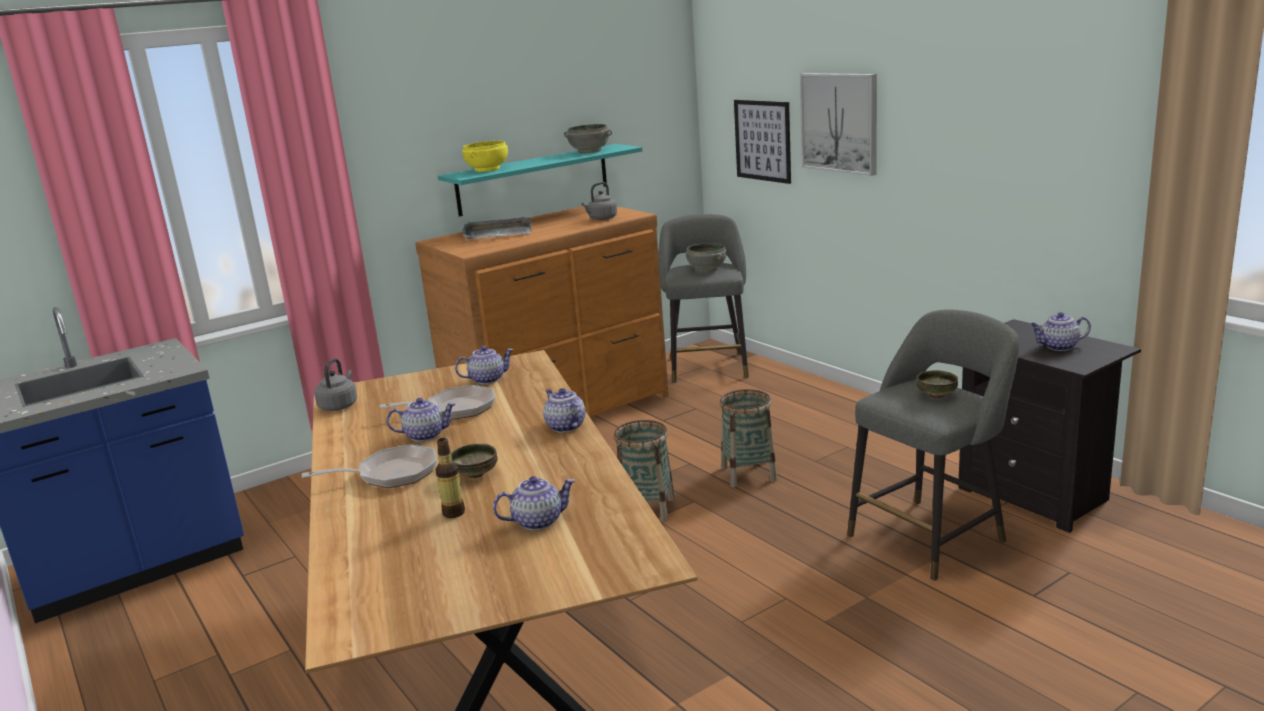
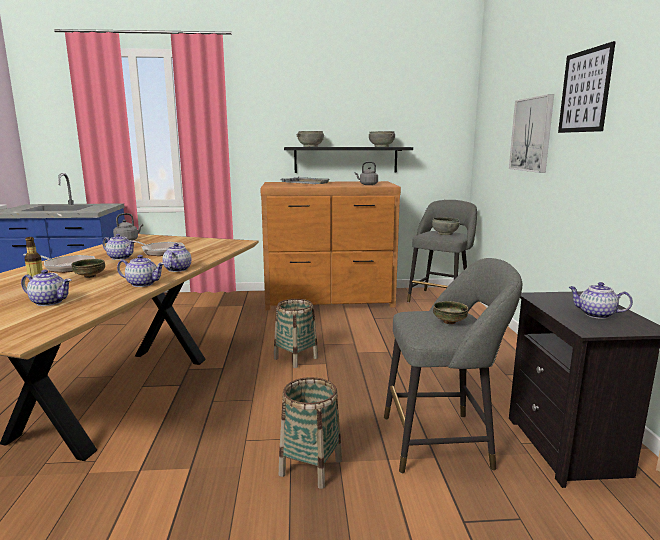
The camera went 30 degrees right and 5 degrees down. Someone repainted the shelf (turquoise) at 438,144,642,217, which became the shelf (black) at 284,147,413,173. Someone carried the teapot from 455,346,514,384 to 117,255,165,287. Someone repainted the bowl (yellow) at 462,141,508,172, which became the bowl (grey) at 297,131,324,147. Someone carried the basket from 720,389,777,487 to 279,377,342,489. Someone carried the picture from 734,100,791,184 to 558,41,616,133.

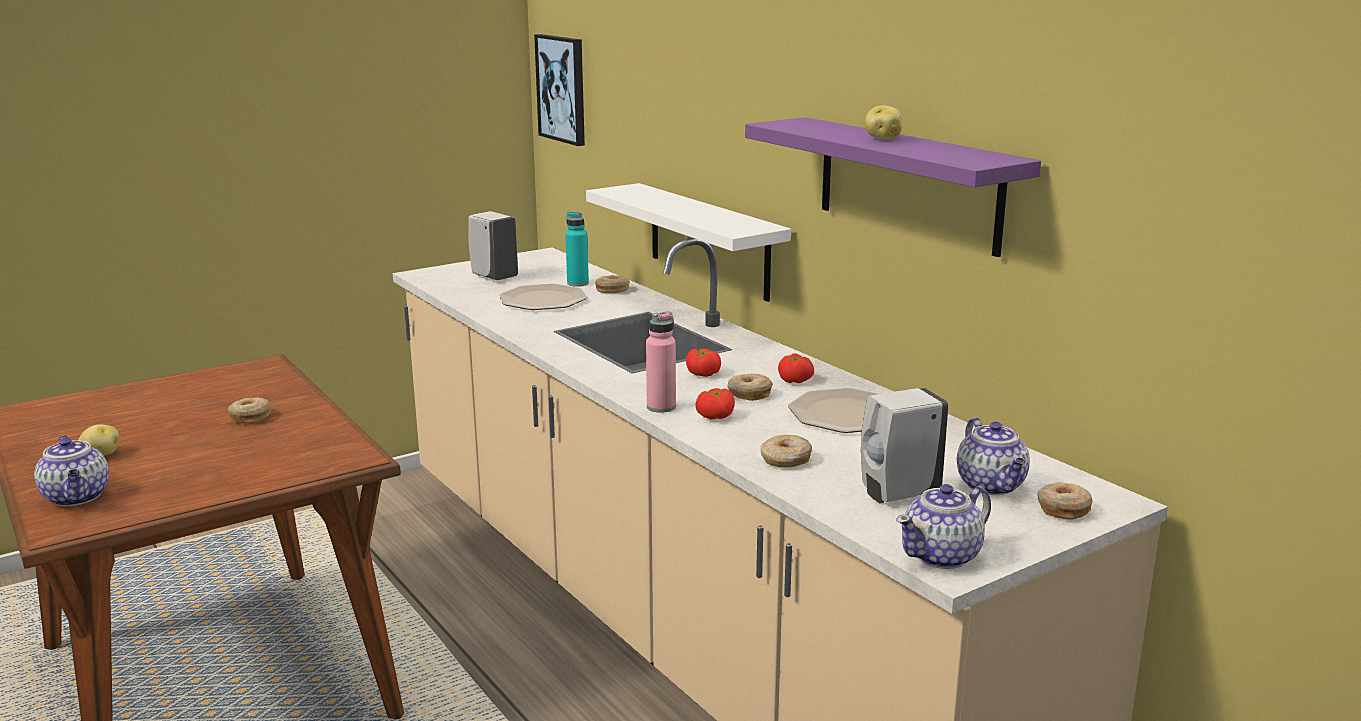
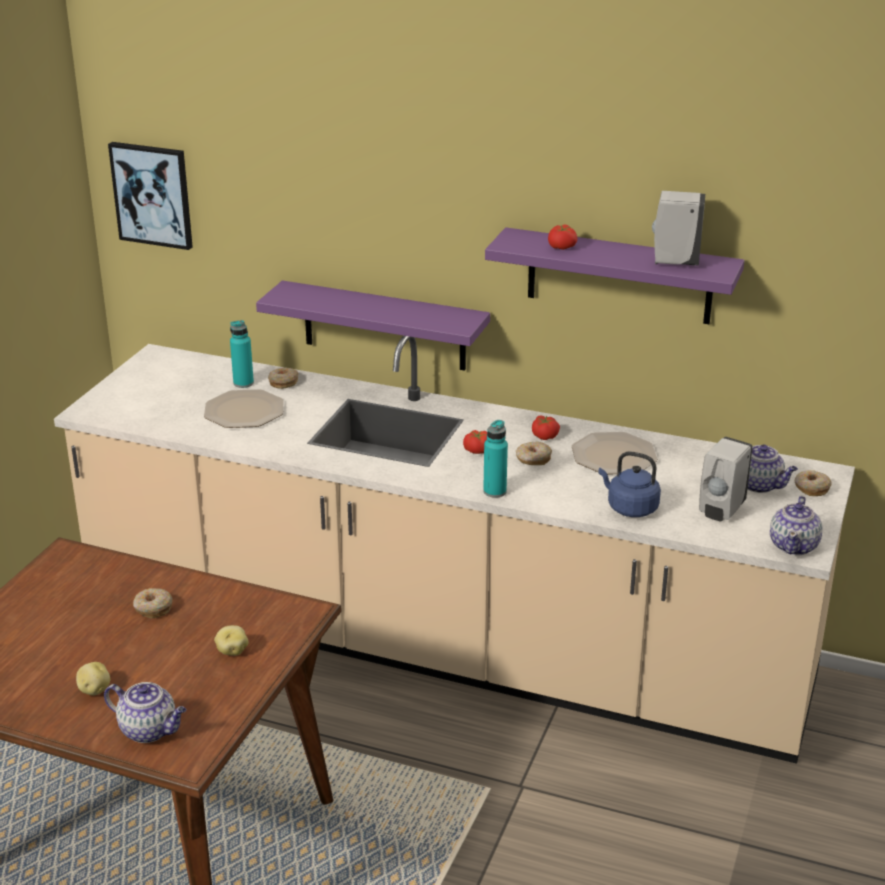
The camera went 35 degrees left and 10 degrees up. Someone carried the soap dispenser (white) from 468,211,518,280 to 652,191,705,266. Someone repainted the shelf (white) at 586,183,791,302, which became the shelf (purple) at 256,280,490,371. Someone repainted the bottle (pink) at 646,312,676,413, which became the bottle (turquoise) at 483,420,508,498. Someone carried the tomato from 696,388,735,419 to 548,224,577,250. Someone swapped the donut at 761,435,812,467 for the kettle (blue) at 599,451,661,517. Someone carried the potato from 865,106,903,140 to 214,625,249,656.

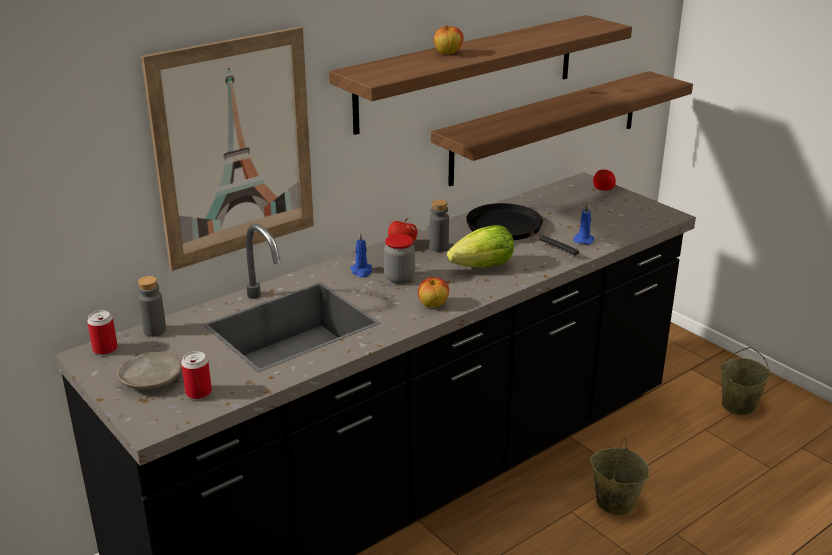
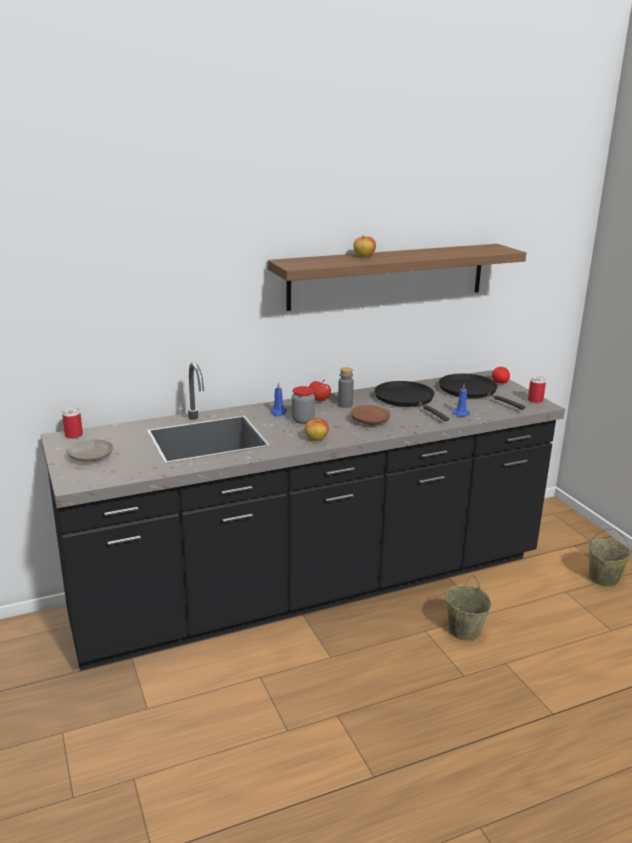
The camera went 15 degrees right and 5 degrees down. Someone took away the bottle (grey) at 138,276,166,337. Someone took away the picture at 141,27,314,271. Someone carried the can from 181,351,212,399 to 528,376,546,403. Someone took away the shelf at 431,71,693,186. Someone swapped the lettuce at 447,225,514,267 for the plate (brown) at 351,405,391,425. Someone put down the frying pan (black) at 439,374,525,410.

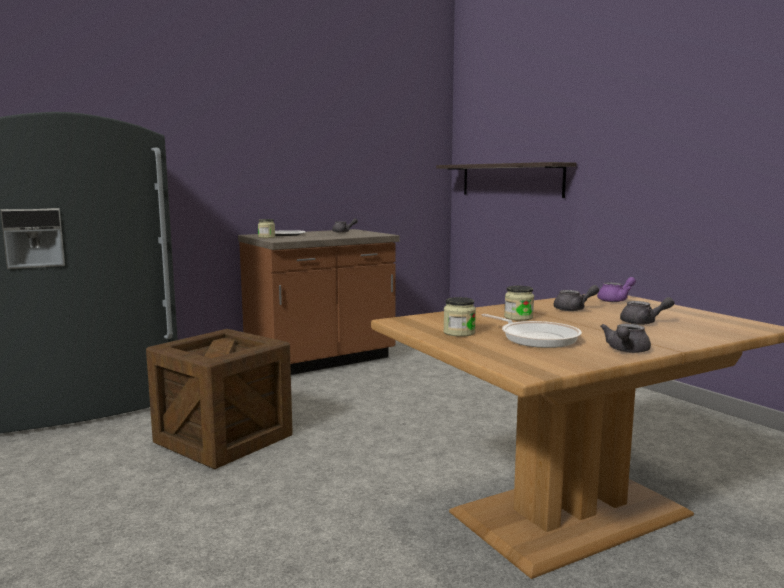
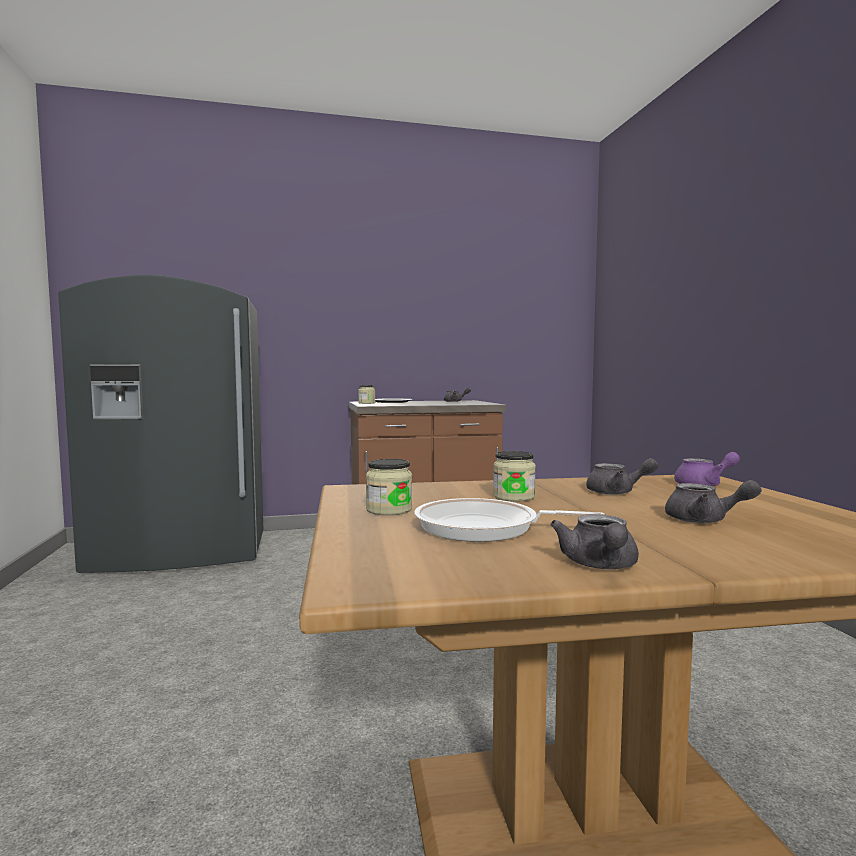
The camera went 20 degrees right and 5 degrees down. Someone took away the crate at 146,329,293,469. Someone took away the shelf at 436,162,577,198. Someone rotated the frying pan at 481,314,582,348 by 120 degrees clockwise. Someone rotated the teapot (grey) at 600,324,651,353 by 45 degrees counterclockwise.

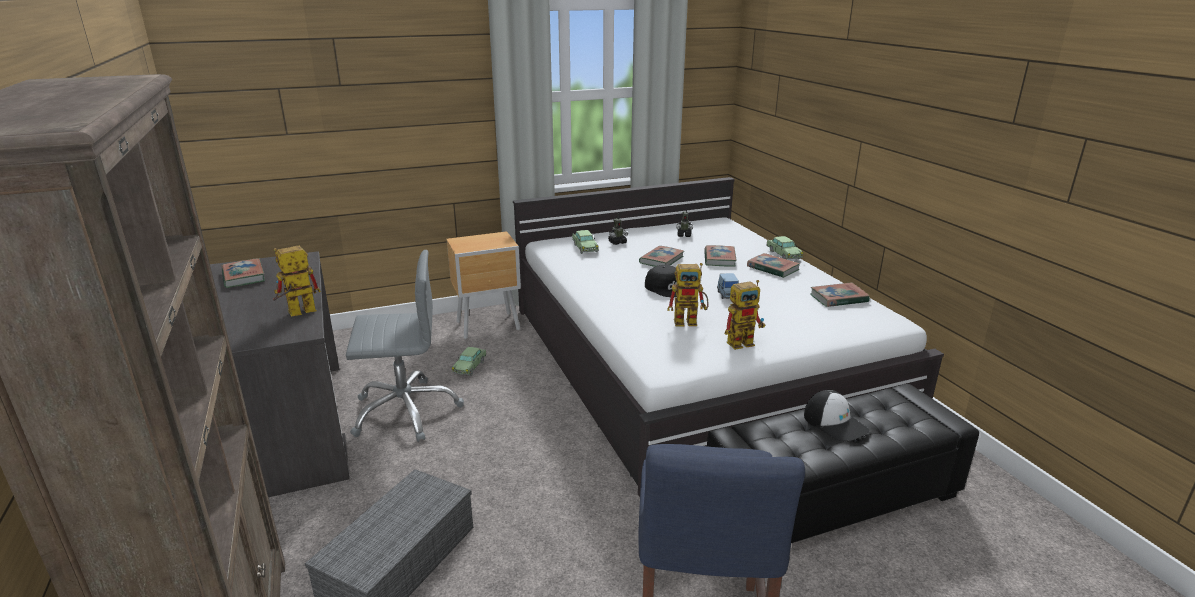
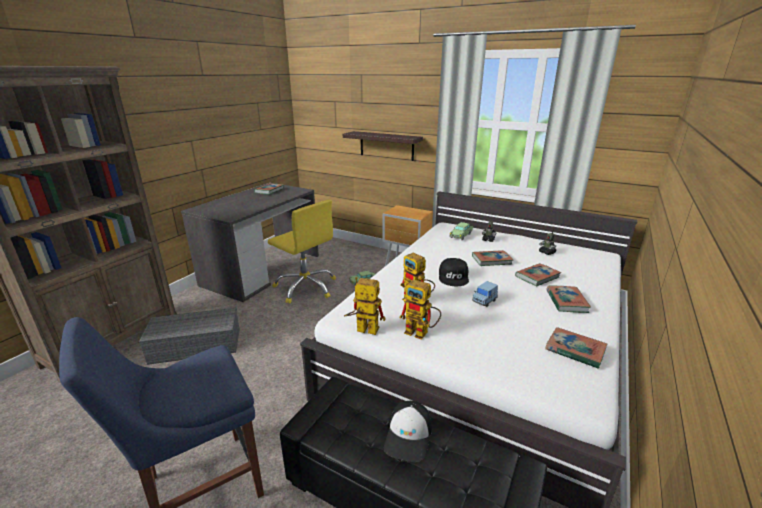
The camera went 50 degrees right and 0 degrees up. Someone carried the toy robot from 273,246,321,317 to 344,277,386,335. Someone repainted the office chair (grey) at 346,250,464,442, which became the office chair (yellow) at 268,199,336,303. Someone took away the toy car at 767,236,803,259. Someone put up the shelf at 343,131,423,161.

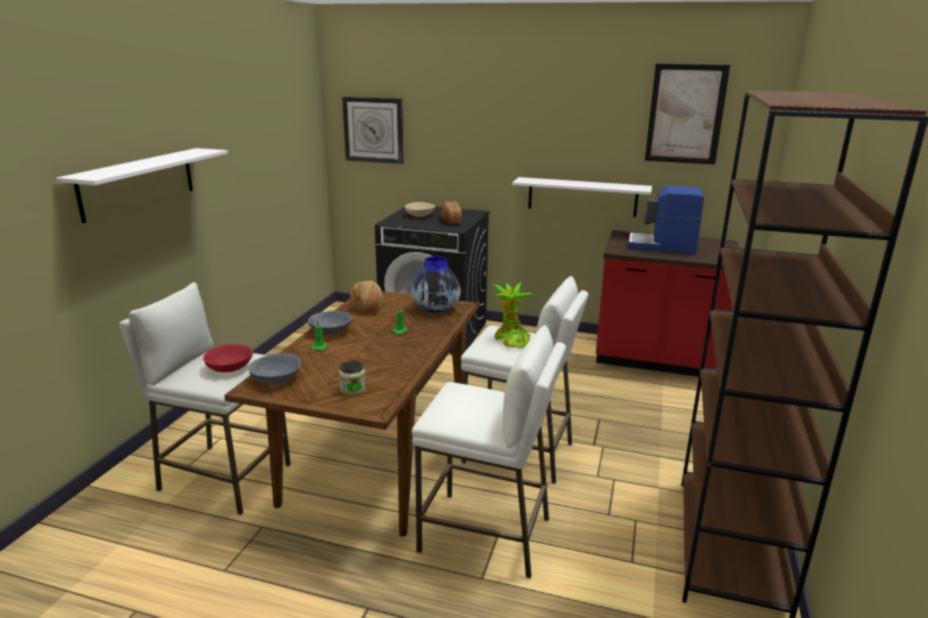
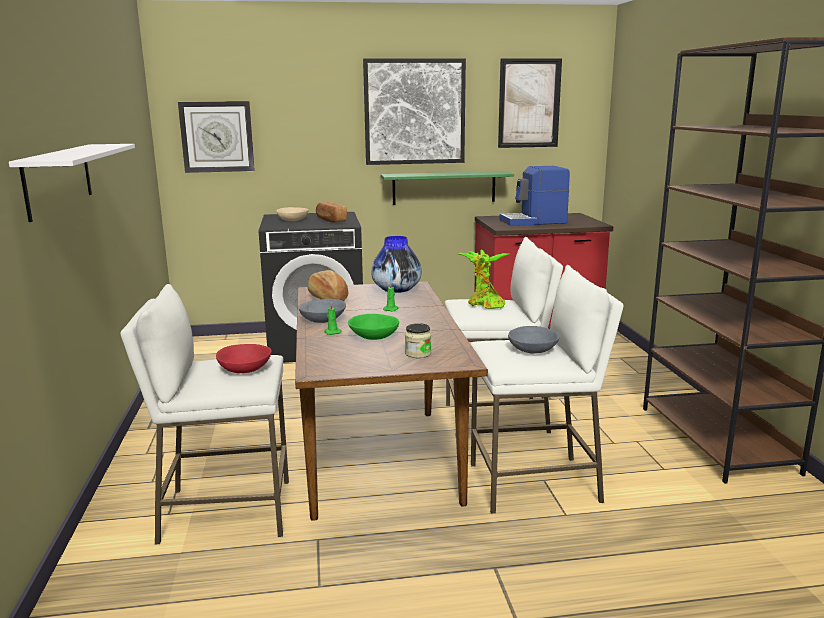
The camera went 25 degrees left and 5 degrees down. Someone carried the bowl (grey) from 248,353,301,385 to 508,326,560,354. Someone repainted the shelf (white) at 512,177,652,217, which became the shelf (green) at 381,171,514,205. Someone put down the bowl (green) at 348,314,399,340. Someone put up the picture at 363,58,466,165.

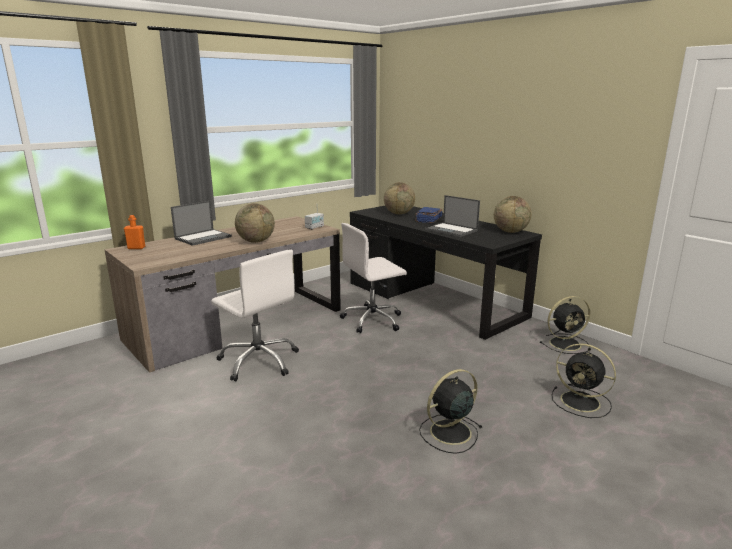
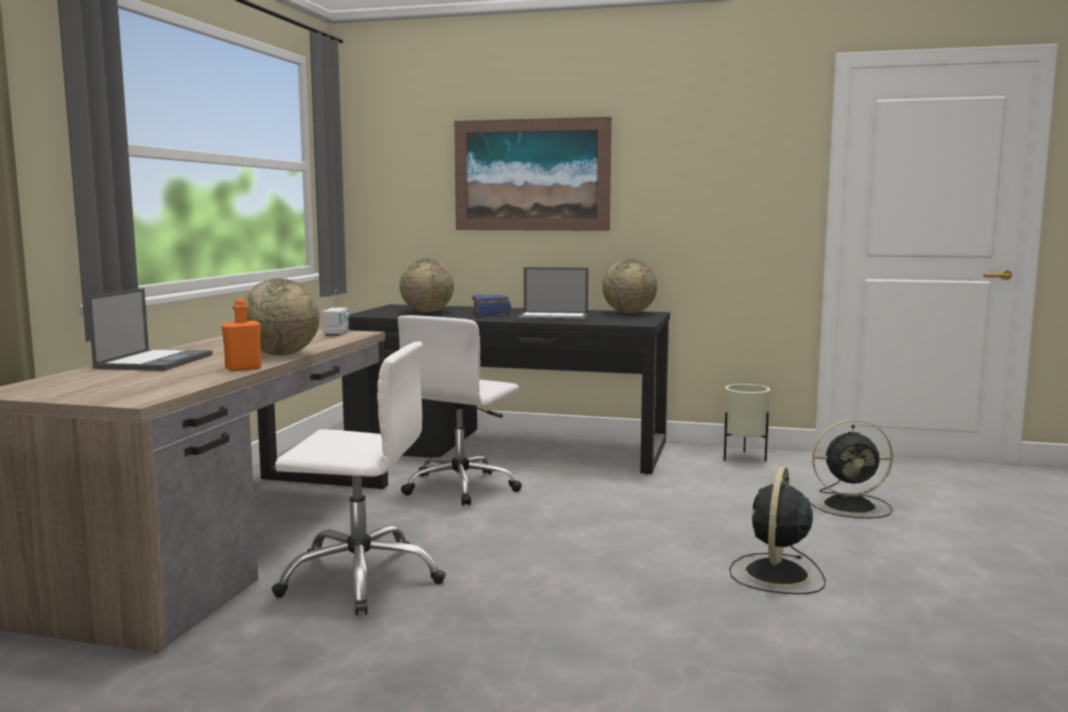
The camera went 35 degrees left and 10 degrees down. Someone carried the bottle (orange) from 124,215,145,249 to 221,299,262,371. Someone swapped the fan (black) at 539,296,590,354 for the planter (beige) at 724,384,770,461. Someone put up the picture at 454,117,611,231.

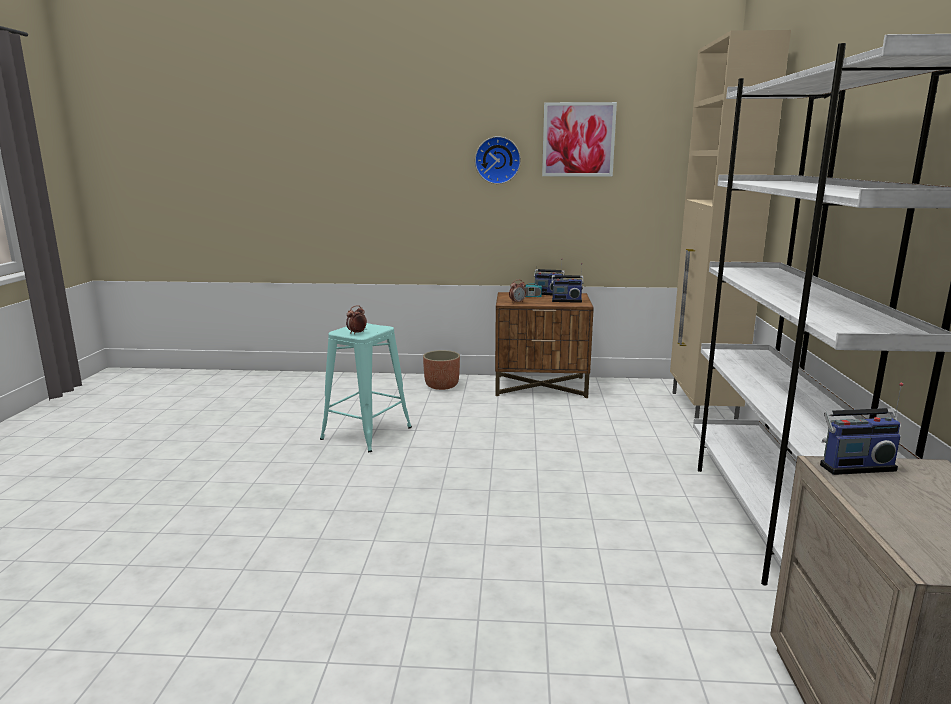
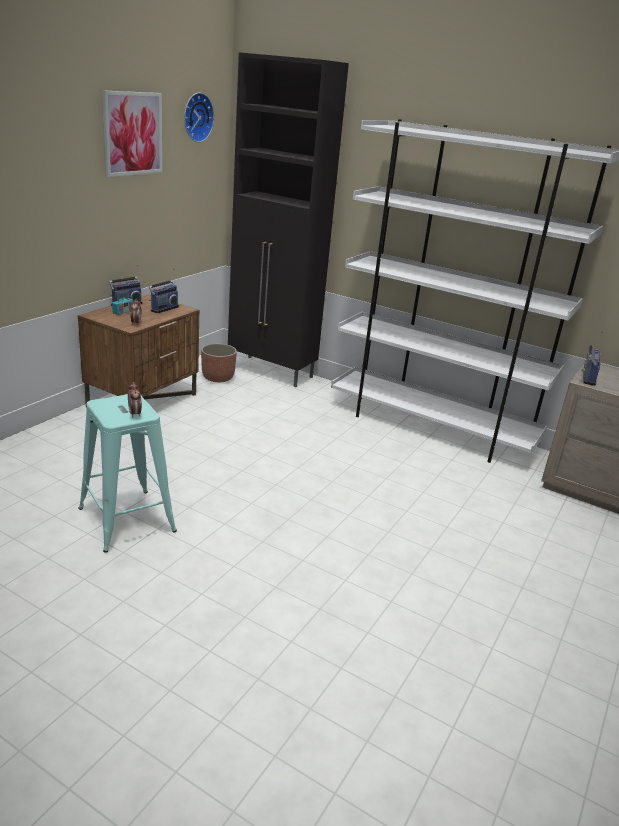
The camera went 65 degrees left and 10 degrees up. Someone carried the planter from 423,350,460,390 to 201,343,237,382. Someone carried the wall clock from 475,136,521,184 to 184,93,214,142. Someone repainted the cabinet (beige) at 670,30,791,419, which became the cabinet (black) at 228,52,349,387.

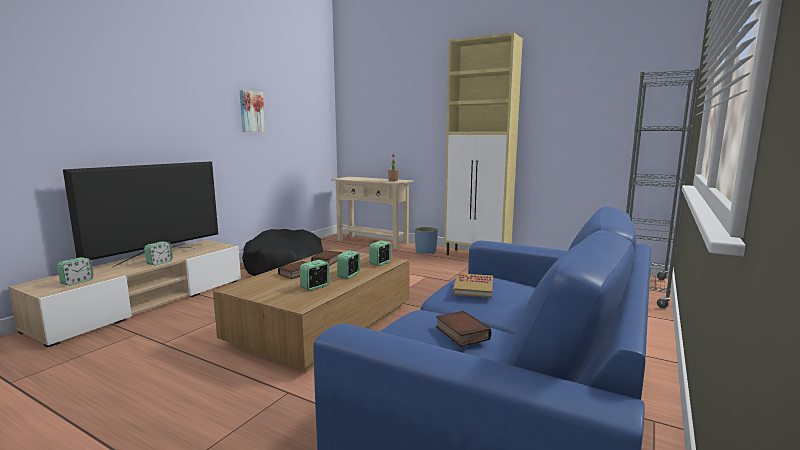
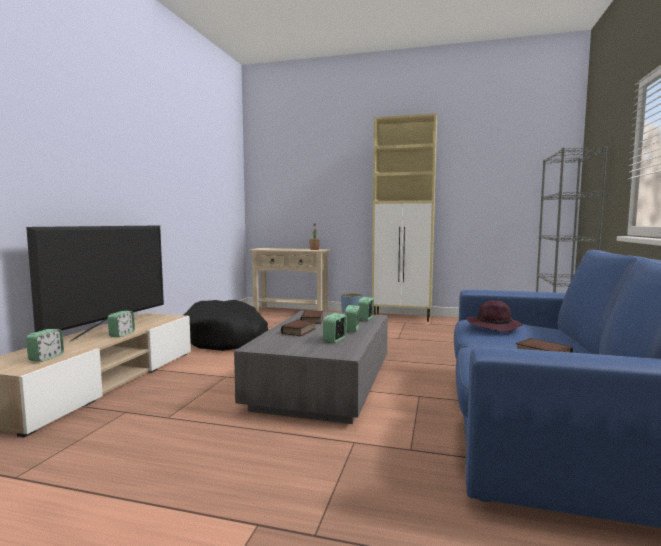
The camera went 15 degrees left and 5 degrees down. Someone repainted the coffee table (brown) at 213,248,410,373, which became the coffee table (grey) at 234,311,388,424. Someone took away the picture at 239,90,265,132. Someone swapped the book at 453,273,493,298 for the hat (purple) at 467,300,523,332.

